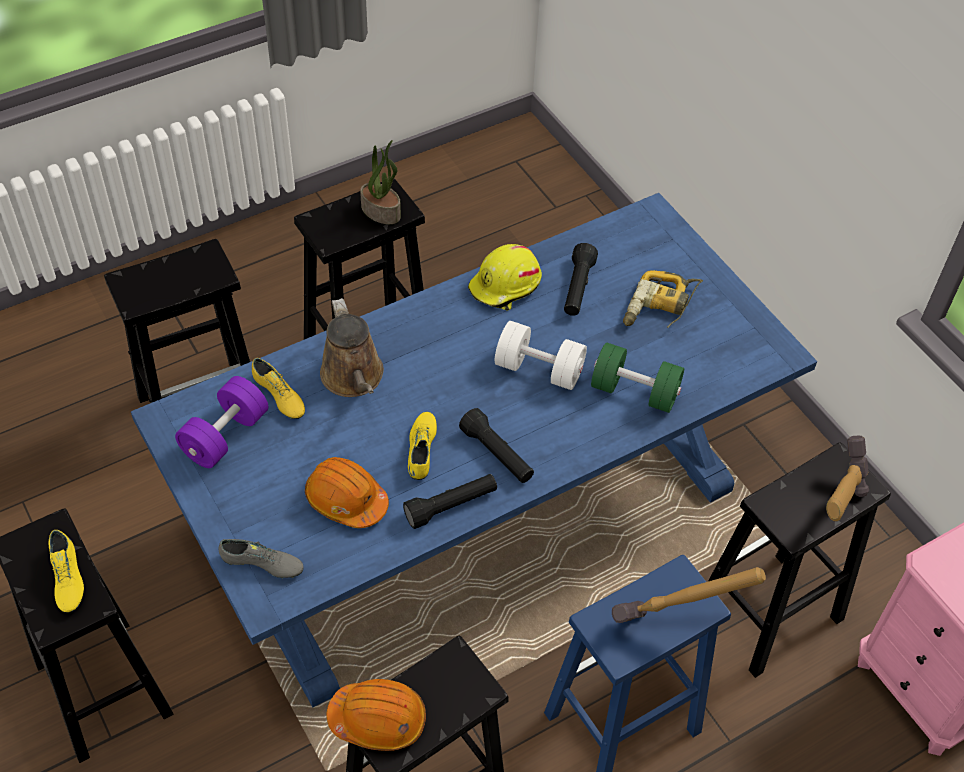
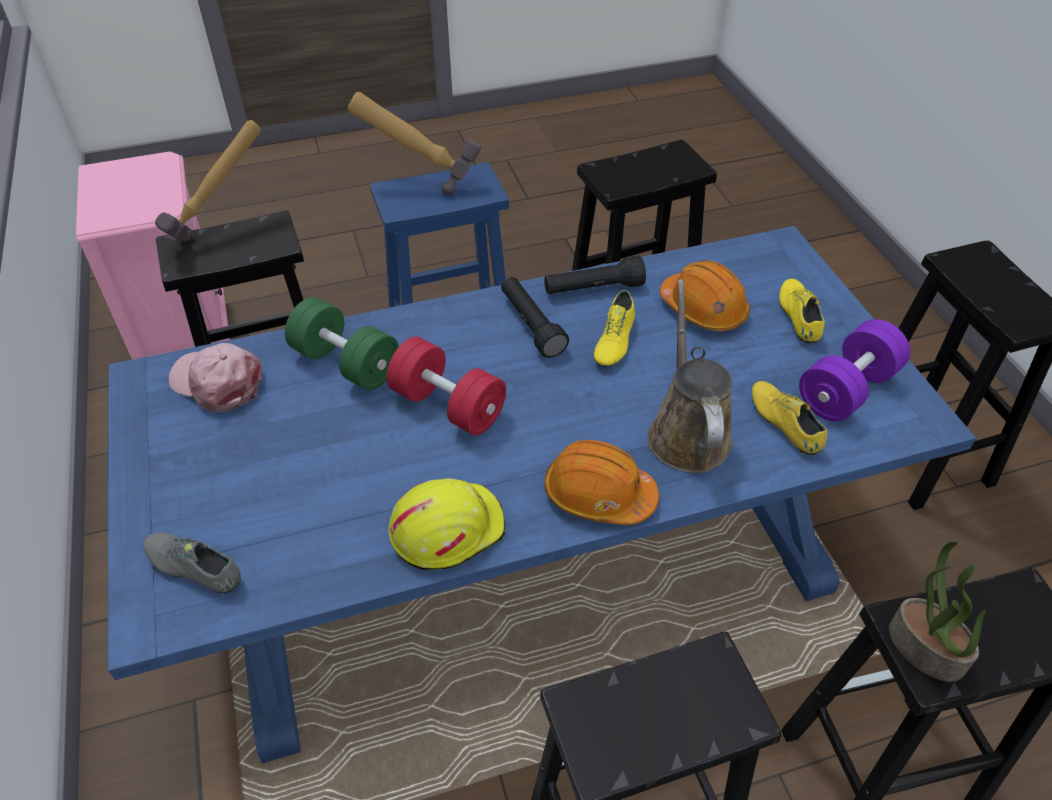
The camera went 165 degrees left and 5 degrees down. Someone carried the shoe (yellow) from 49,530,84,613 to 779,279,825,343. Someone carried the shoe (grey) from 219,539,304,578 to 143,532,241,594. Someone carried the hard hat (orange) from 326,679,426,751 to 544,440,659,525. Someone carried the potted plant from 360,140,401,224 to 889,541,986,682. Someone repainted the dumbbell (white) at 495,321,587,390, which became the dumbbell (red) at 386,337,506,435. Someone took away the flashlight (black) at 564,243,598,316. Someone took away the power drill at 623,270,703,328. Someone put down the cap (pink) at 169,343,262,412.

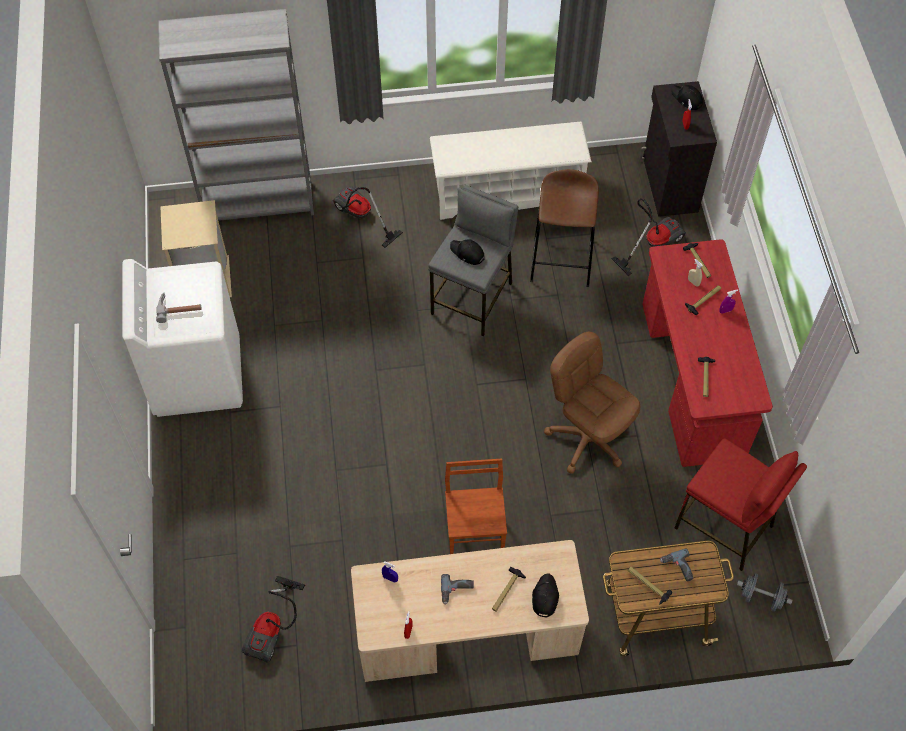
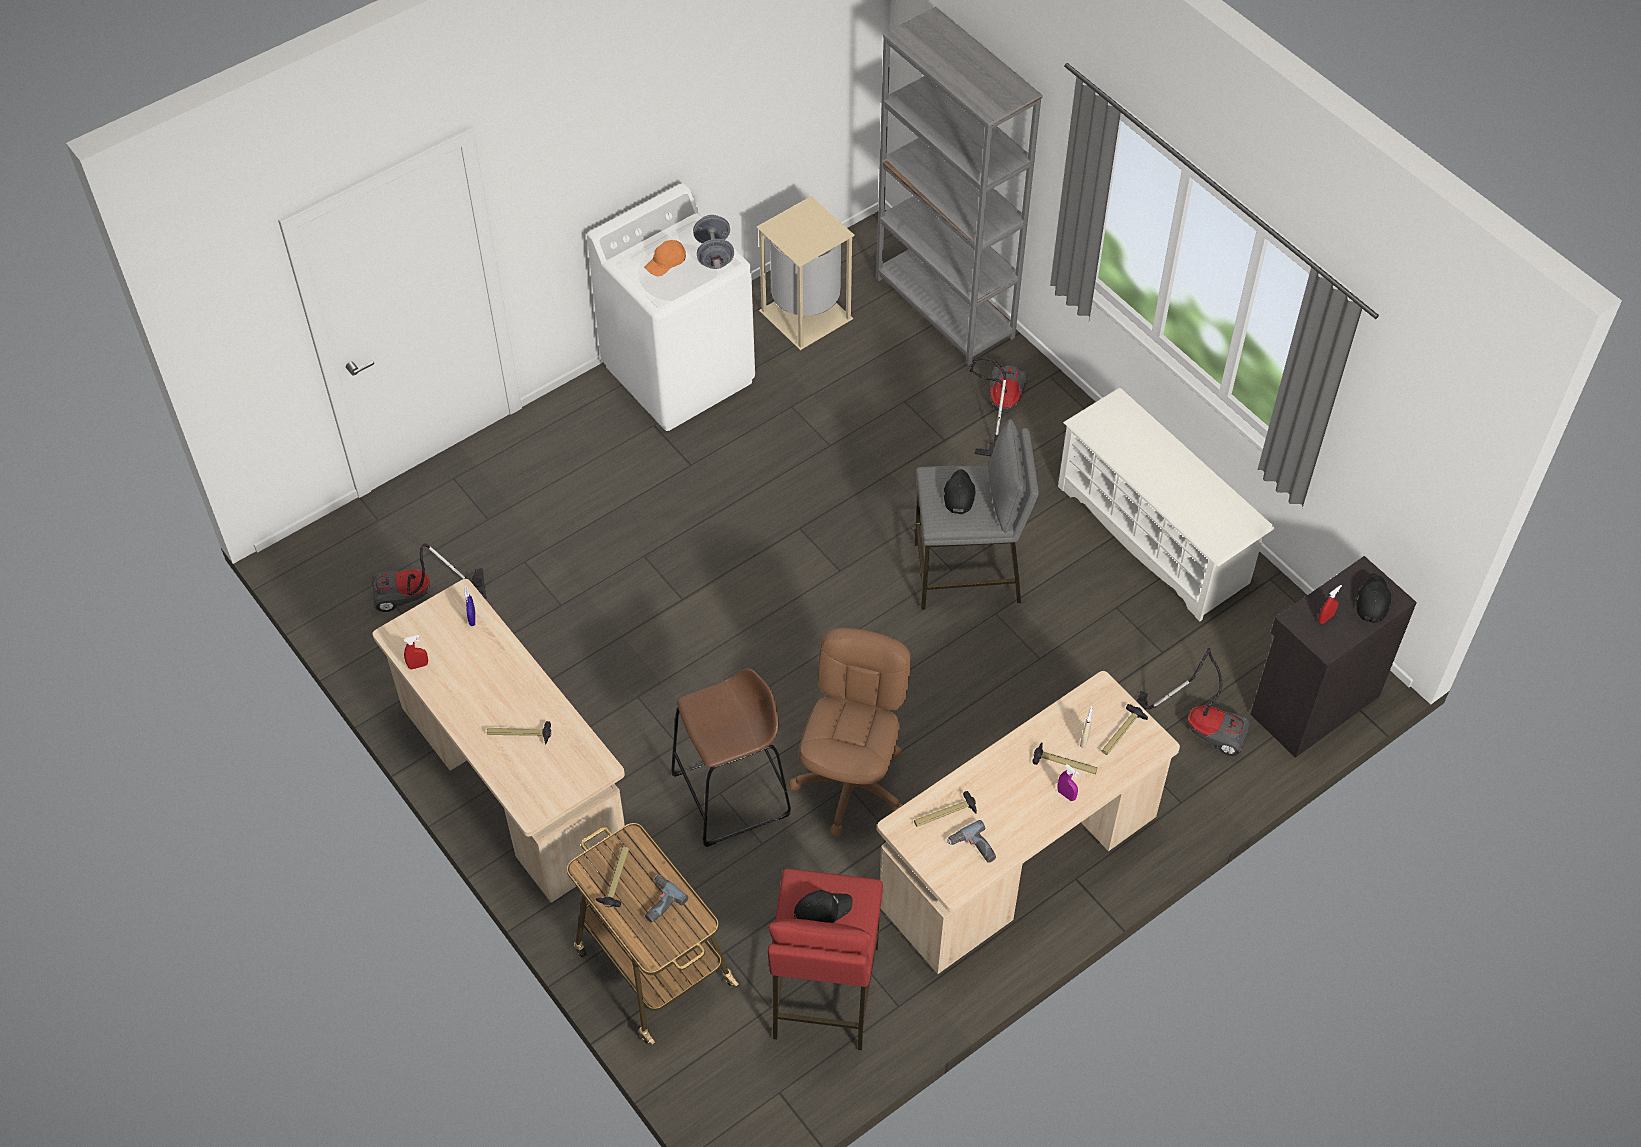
The camera went 60 degrees right and 5 degrees down. Someone swapped the hammer at 156,292,202,323 for the cap (orange) at 644,240,686,276. Someone carried the power drill from 441,574,474,605 to 947,820,996,863. Someone took away the chair (brown) at 445,459,507,554. Someone carried the stool (brown) from 530,169,599,287 to 671,668,791,847. Someone carried the cap (black) from 532,573,559,618 to 794,890,853,923. Someone repainted the desk (red) at 642,239,773,467, which became the desk (beige) at 877,671,1180,974. Someone carried the dumbbell (grey) from 737,573,793,612 to 693,215,734,269.

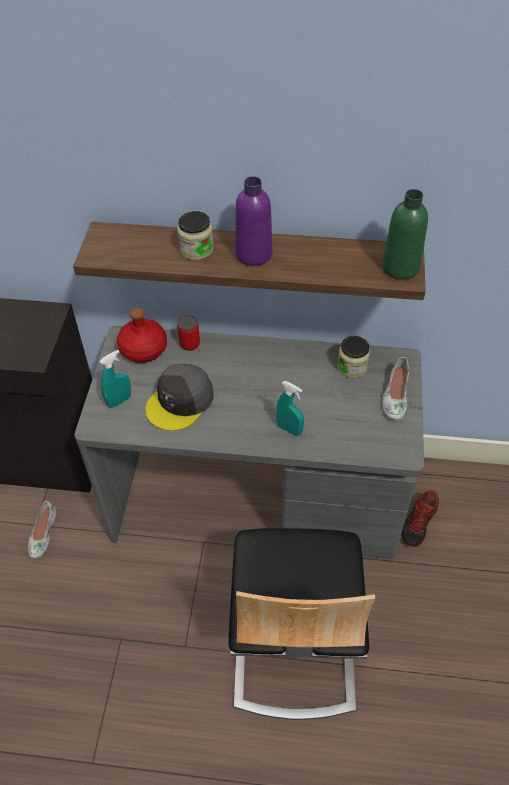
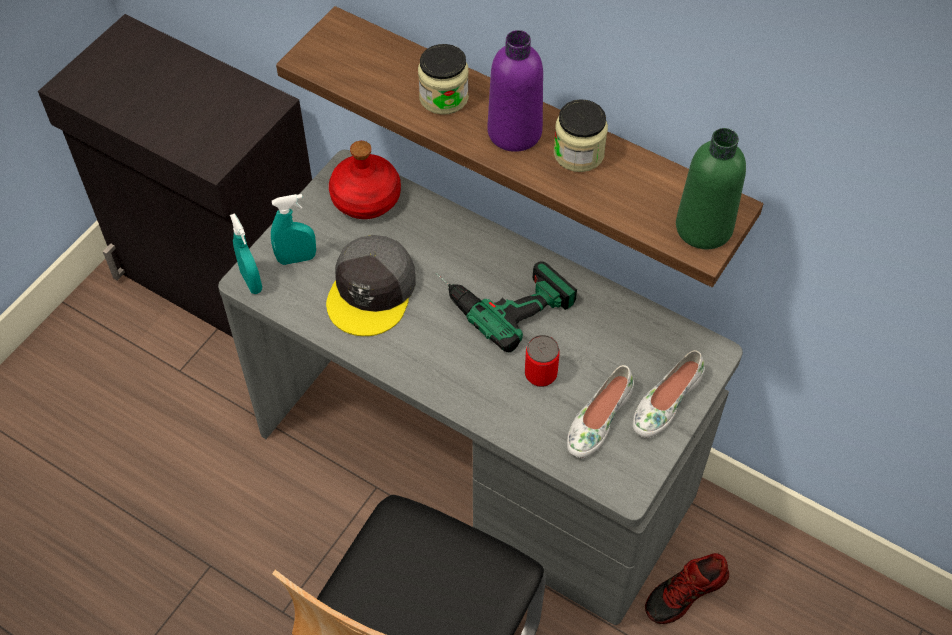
The camera went 25 degrees right and 5 degrees up. Someone carried the shoe (white) from 28,501,56,558 to 567,365,634,458. Someone rotated the cap (grey) at 145,363,214,431 by 45 degrees counterclockwise. Someone carried the can from 177,316,200,351 to 525,335,560,387. Someone carried the spray bottle (turquoise) from 276,381,304,436 to 230,213,262,294. Someone carried the jar from 337,336,370,378 to 554,99,608,172. Someone put down the power drill at 436,261,577,352.

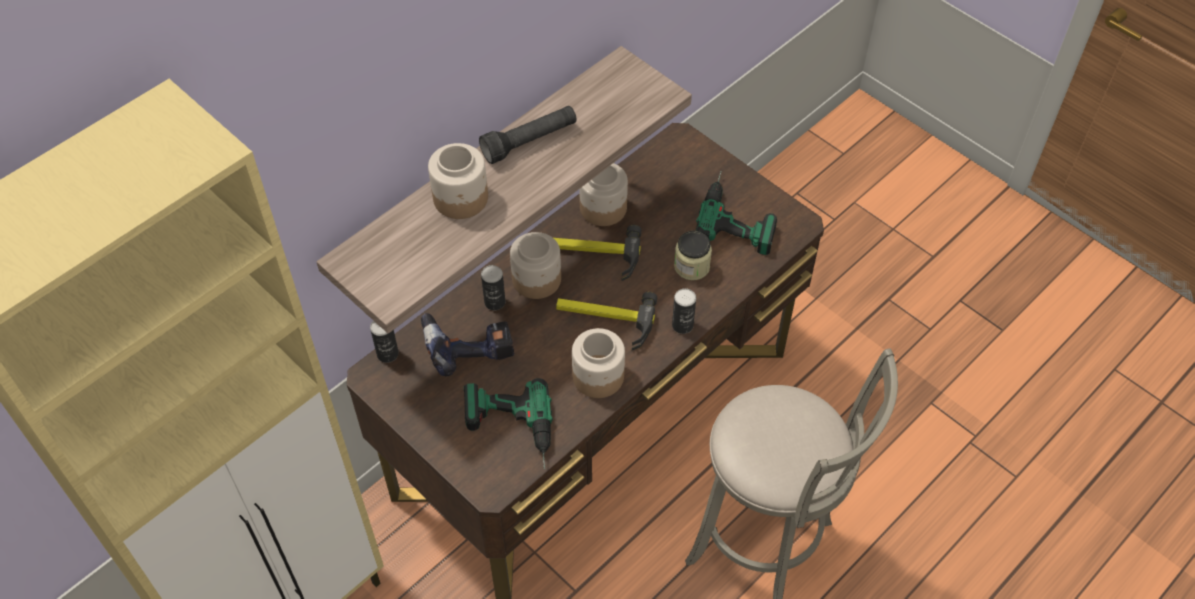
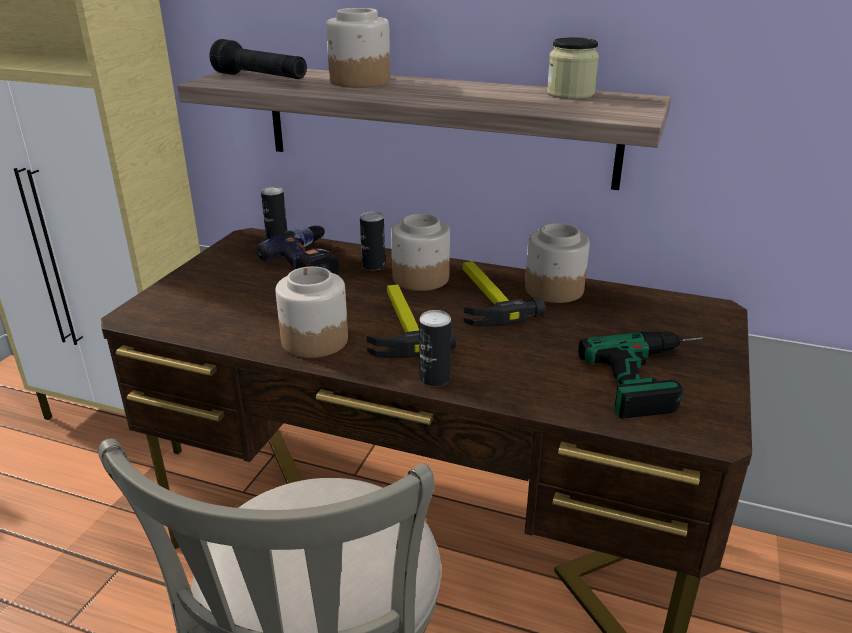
The camera went 65 degrees right and 25 degrees down. Someone took away the power drill at 464,378,553,469. Someone carried the flashlight (black) from 479,106,577,164 to 209,39,307,79. Someone carried the jar from 674,231,712,280 to 547,37,599,99.

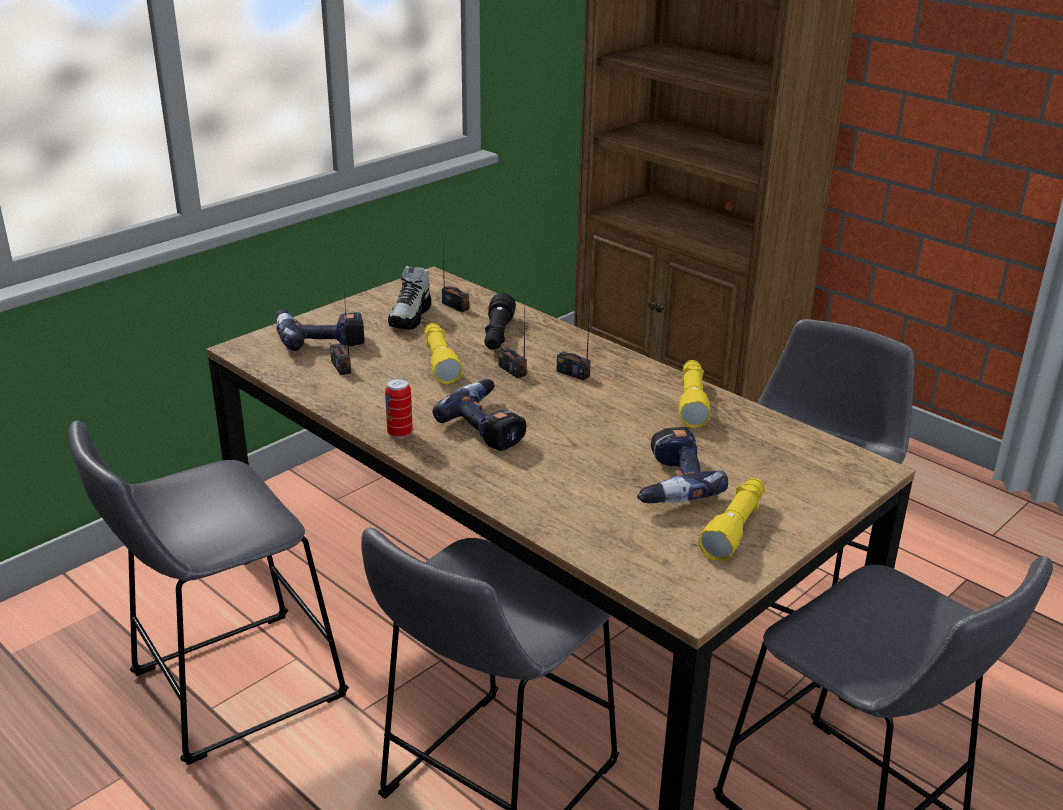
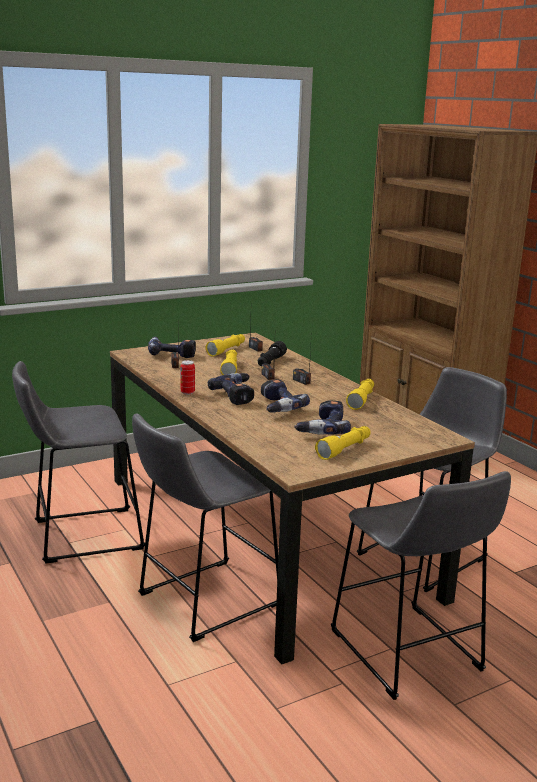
The camera went 15 degrees right and 10 degrees down. Someone swapped the shoe at 388,266,431,330 for the flashlight (yellow) at 205,334,245,356. Someone put down the power drill at 261,379,310,413.

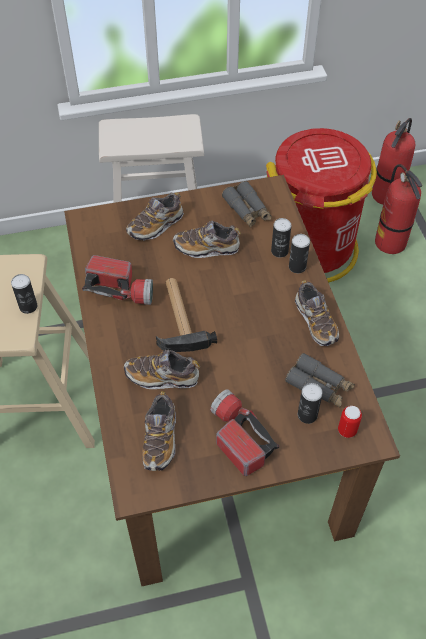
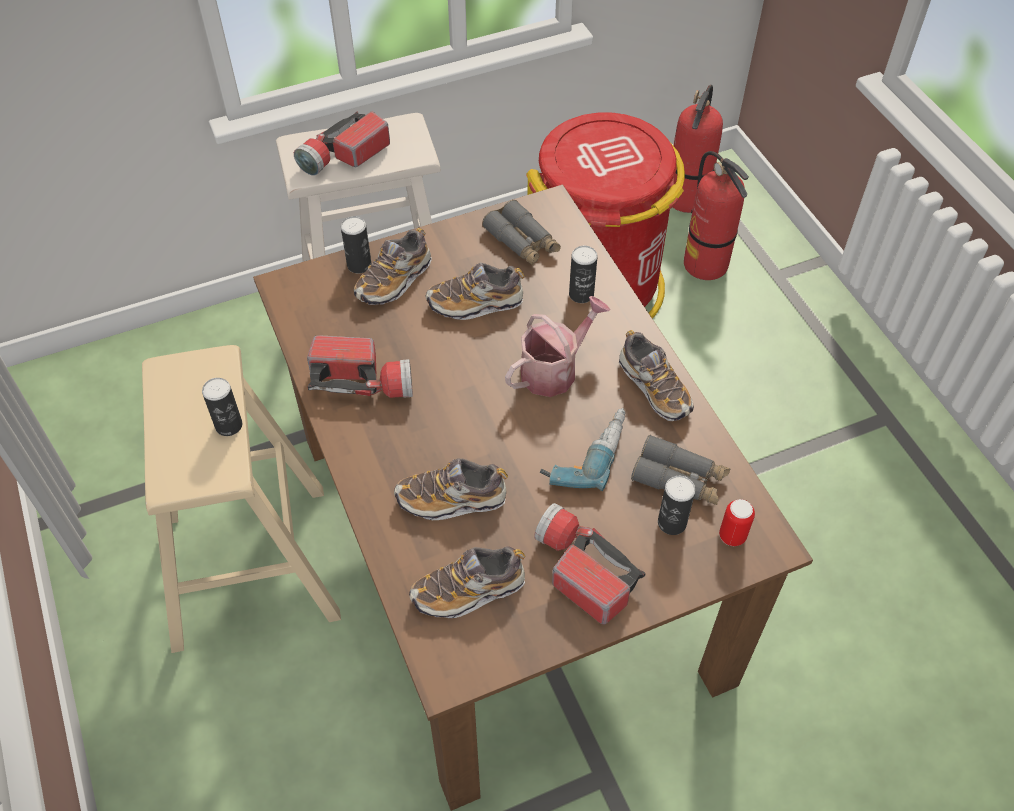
The camera went 10 degrees left and 0 degrees up. Someone rotated the shoe at 142,391,176,471 by 75 degrees clockwise. Someone took away the hammer at 156,278,217,352. Someone carried the can from 289,234,310,273 to 341,216,372,274. Someone put down the flashlight at 294,112,390,176. Someone put down the watering can at 505,296,611,397. Someone put down the power drill at 540,408,625,491.

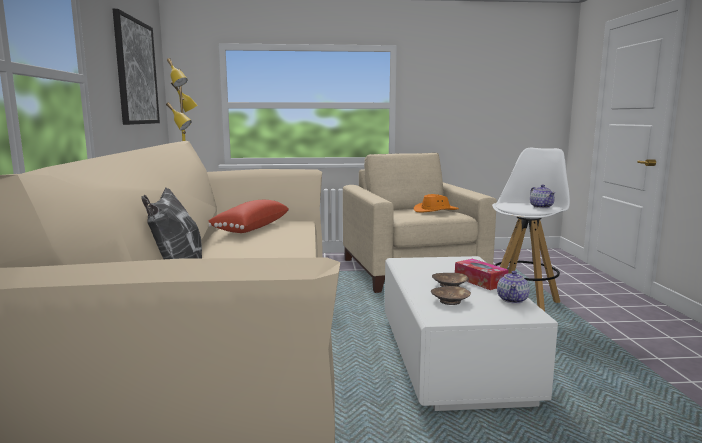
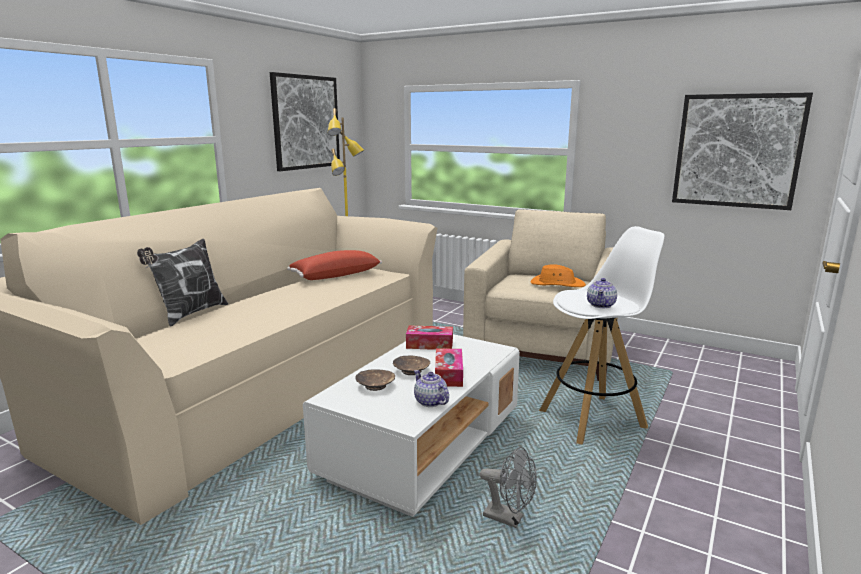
The camera went 35 degrees right and 5 degrees up. Someone rotated the teapot at 497,271,530,304 by 90 degrees clockwise. Someone put down the tissue box at 406,325,453,350. Someone put down the fan (grey) at 480,447,537,528. Someone put up the picture at 672,92,813,210.

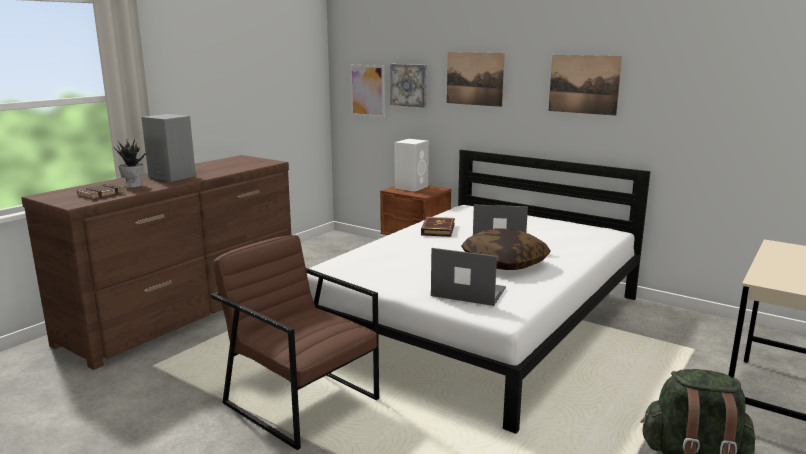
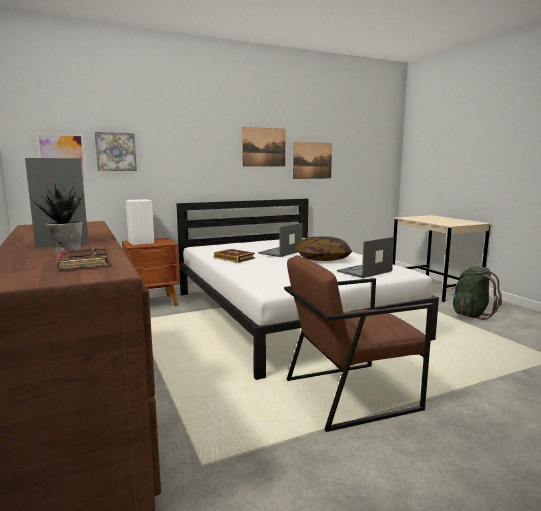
The camera went 60 degrees left and 5 degrees down. Someone carried the picture from 447,52,505,107 to 293,142,332,179.

